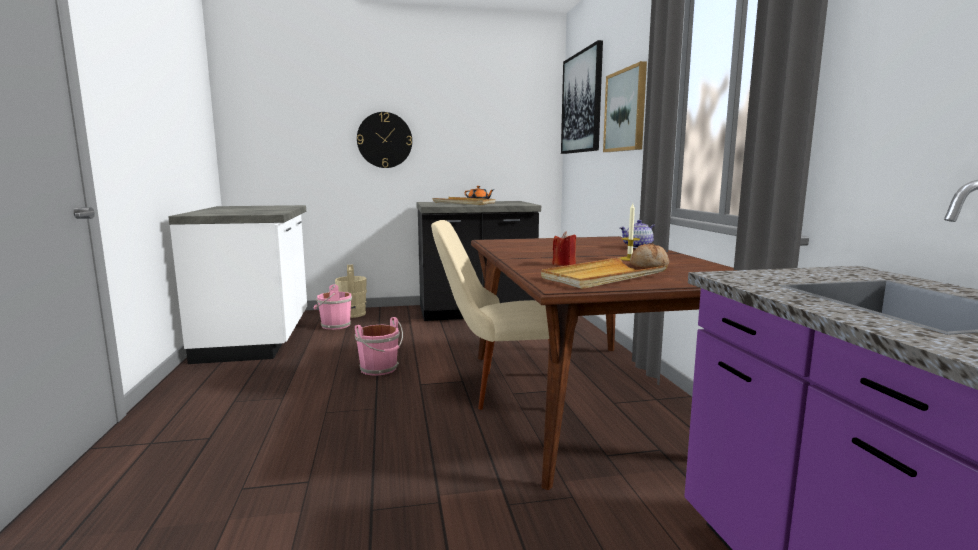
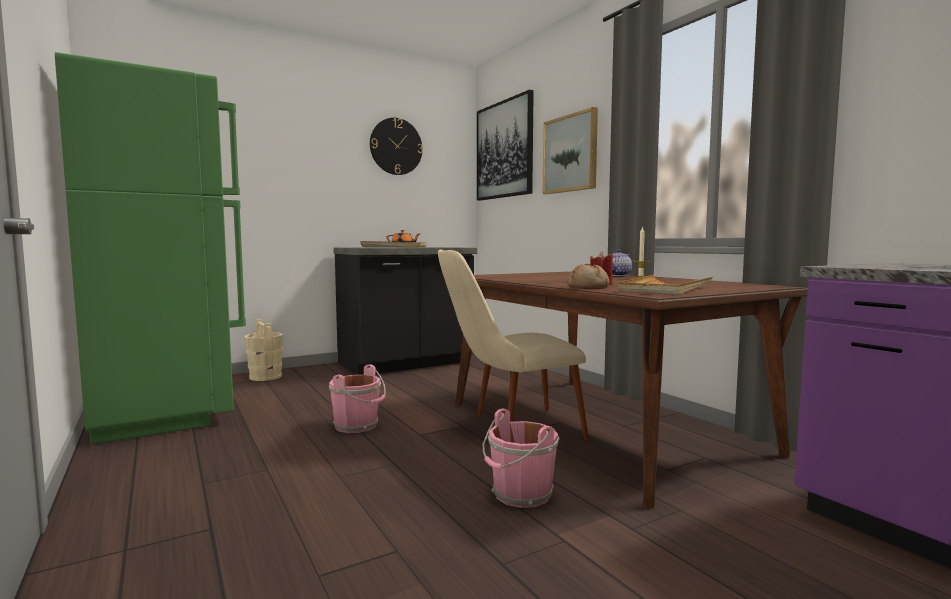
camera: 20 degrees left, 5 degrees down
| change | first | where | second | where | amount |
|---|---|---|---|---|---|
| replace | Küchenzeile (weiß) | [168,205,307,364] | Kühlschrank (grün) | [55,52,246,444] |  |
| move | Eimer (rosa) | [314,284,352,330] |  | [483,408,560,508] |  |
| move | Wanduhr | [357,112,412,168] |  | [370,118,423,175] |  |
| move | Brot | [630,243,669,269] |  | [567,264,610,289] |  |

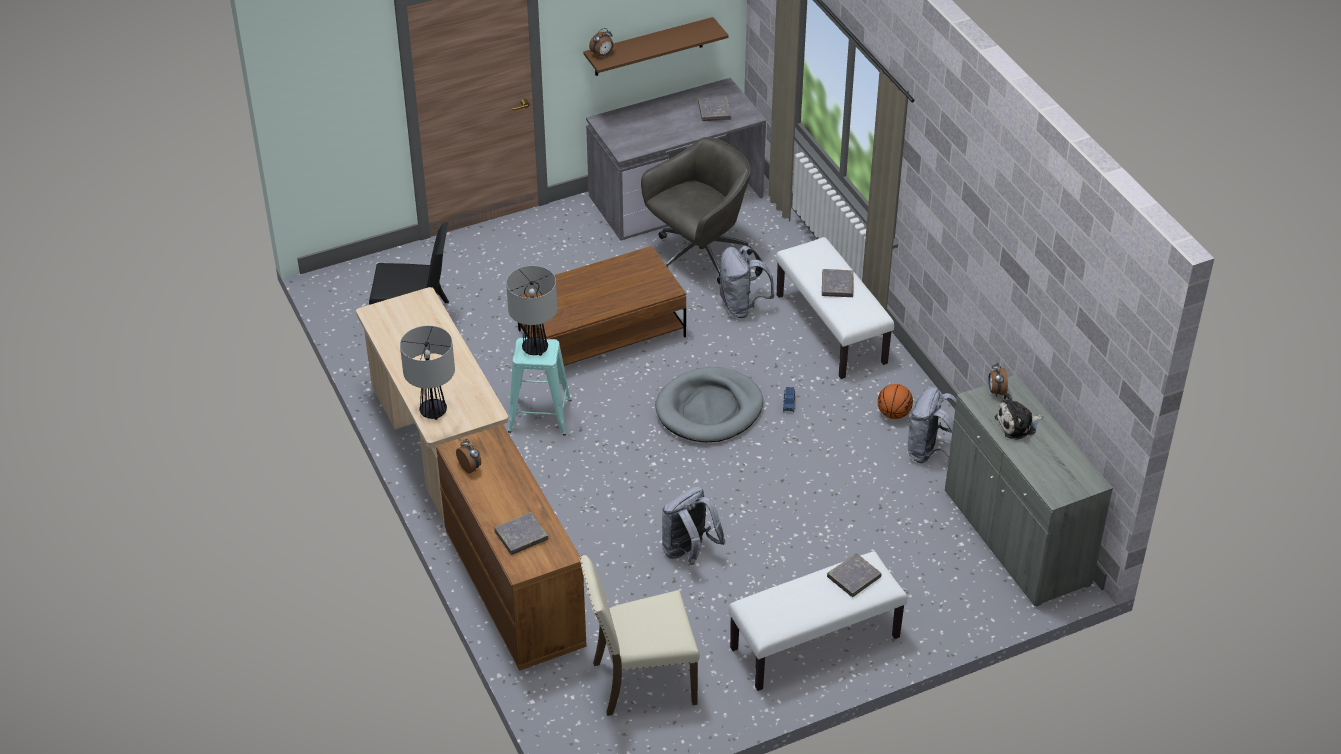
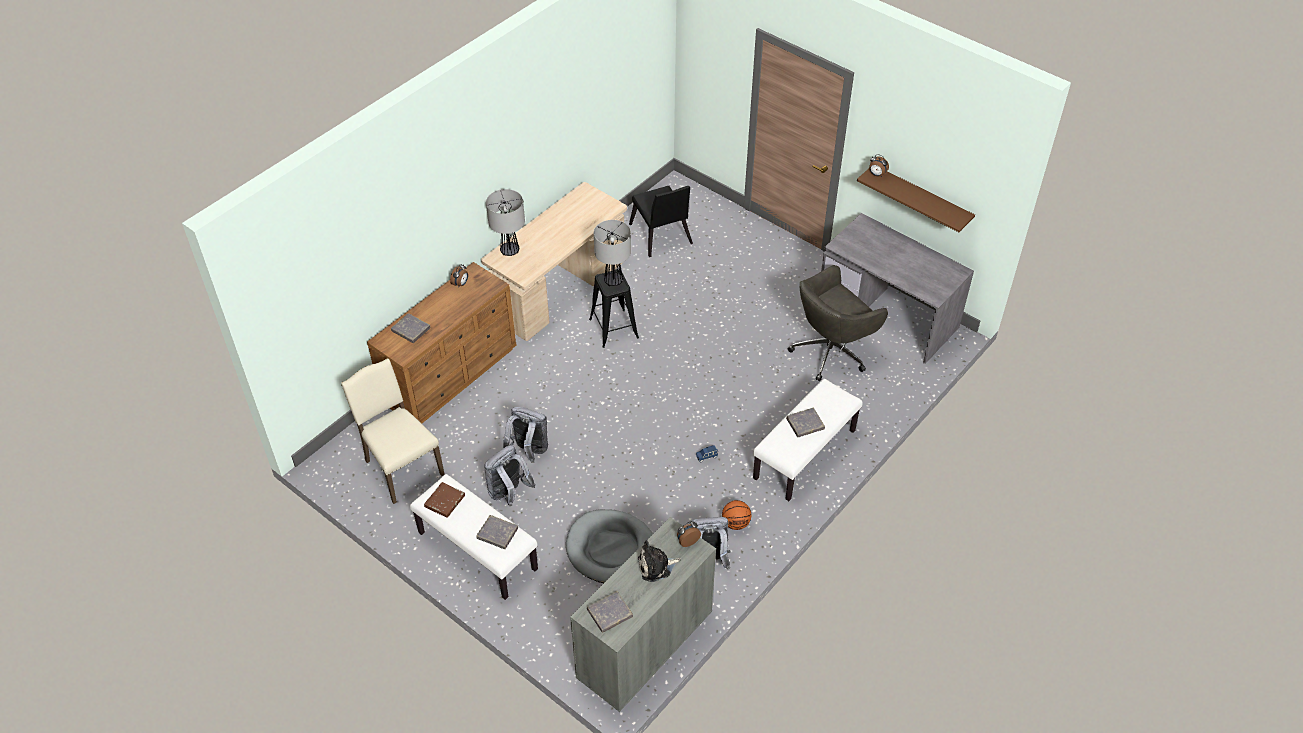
camera: 65 degrees right, 5 degrees up
| change | first | where | second | where | amount |
|---|---|---|---|---|---|
| recolor | Hocker (türkis) | [508,338,571,435] | Hocker (schwarz) | [589,269,639,348] |  |
| delete | Couchtisch (braun) | [518,246,686,366] |  |  |  |
| rotate | Bürostuhl (grau) | [641,137,753,284] |  | [788,265,888,381] | 120 degrees clockwise |
| move | Hundebett (grau) | [655,367,763,442] |  | [566,509,653,583] |  |
| move | Buch (grau) | [698,96,731,121] |  | [587,591,633,633] |  |
| move | Rucksack (grau) | [719,246,775,318] |  | [484,445,536,506] |  |
| rotate | Plüschtier | [995,393,1043,440] |  | [638,540,681,582] | 60 degrees counterclockwise |
| insert |  |  | Buch (braun) | [424,482,465,518] |  |

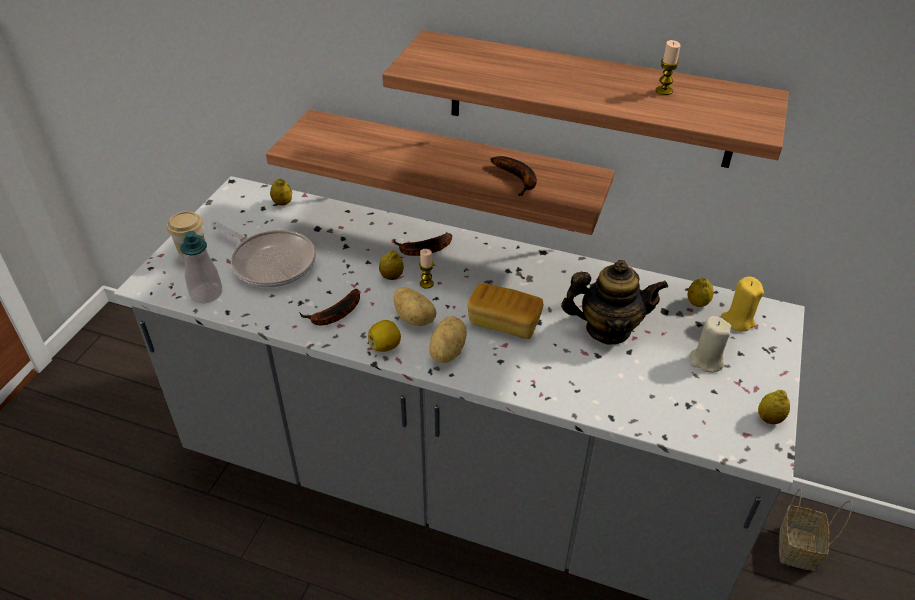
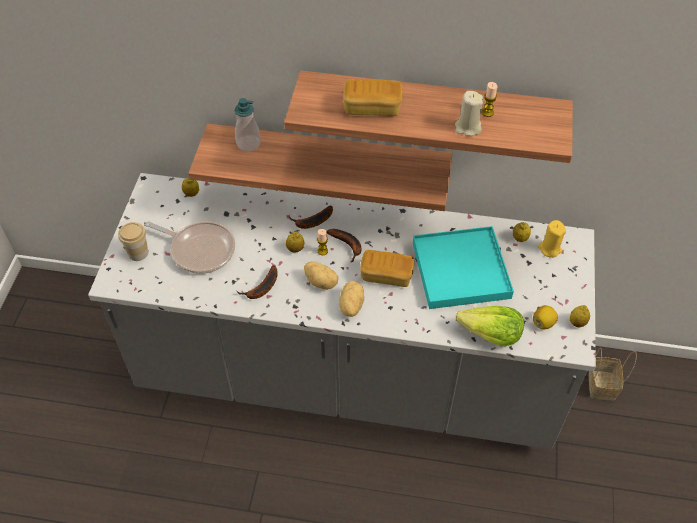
camera: 10 degrees left, 10 degrees up
| change | first | where | second | where | amount |
|---|---|---|---|---|---|
| move | Seifenspender | [180,231,222,303] |  | [235,98,261,152] |  |
| move | Zitrone | [368,320,401,352] |  | [533,305,558,329] |  |
| move | Banane | [491,156,537,196] |  | [326,229,362,262] |  |
| replace | Teekanne | [561,260,668,345] | Tablett (türkis) | [413,226,514,309] |  |
| move | Kerze (beige) | [690,316,731,372] |  | [455,91,483,136] |  |
| insert |  |  | Brot | [343,79,403,116] |  |
| insert |  |  | Salatkopf | [456,306,524,346] |  |

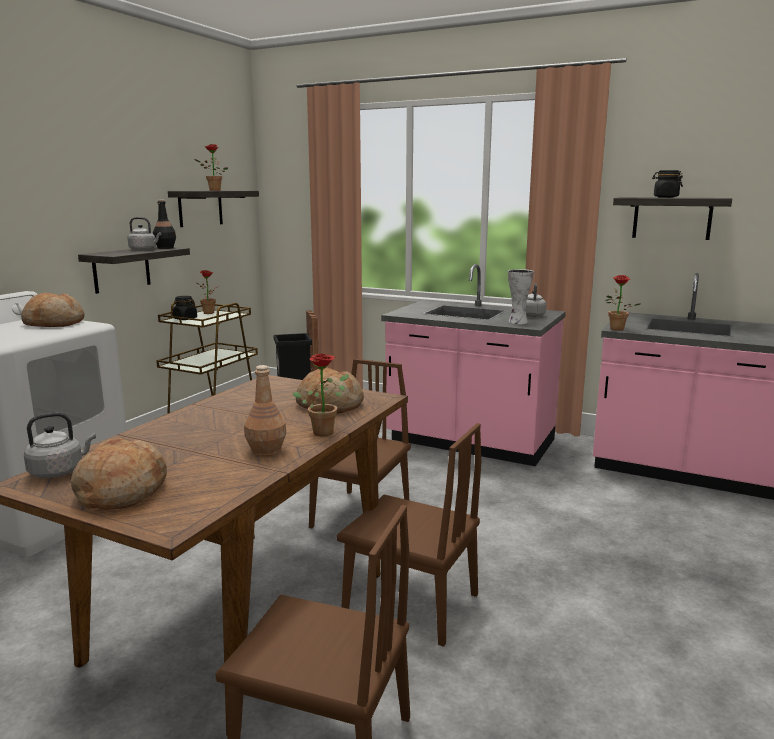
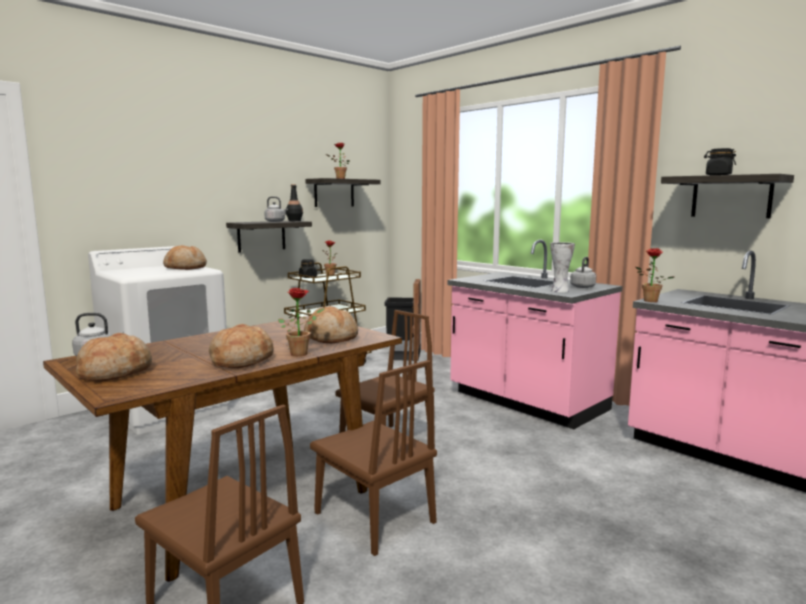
camera: 20 degrees right, 5 degrees down
| change | first | where | second | where | amount |
|---|---|---|---|---|---|
| replace | Flasche (braun) | [244,365,286,457] | Brot | [209,324,274,368] |  |

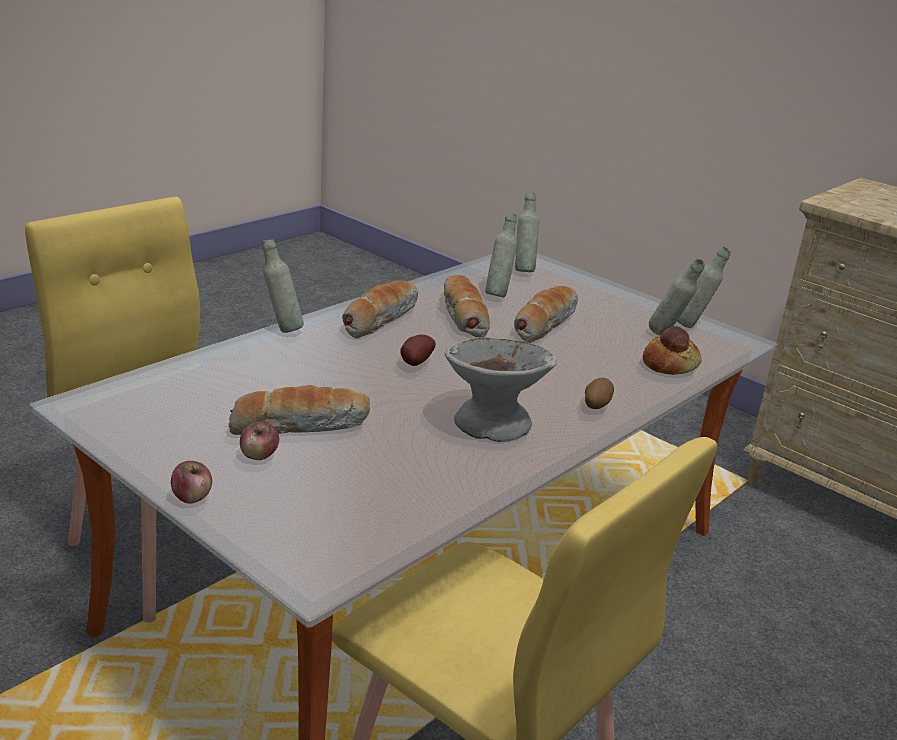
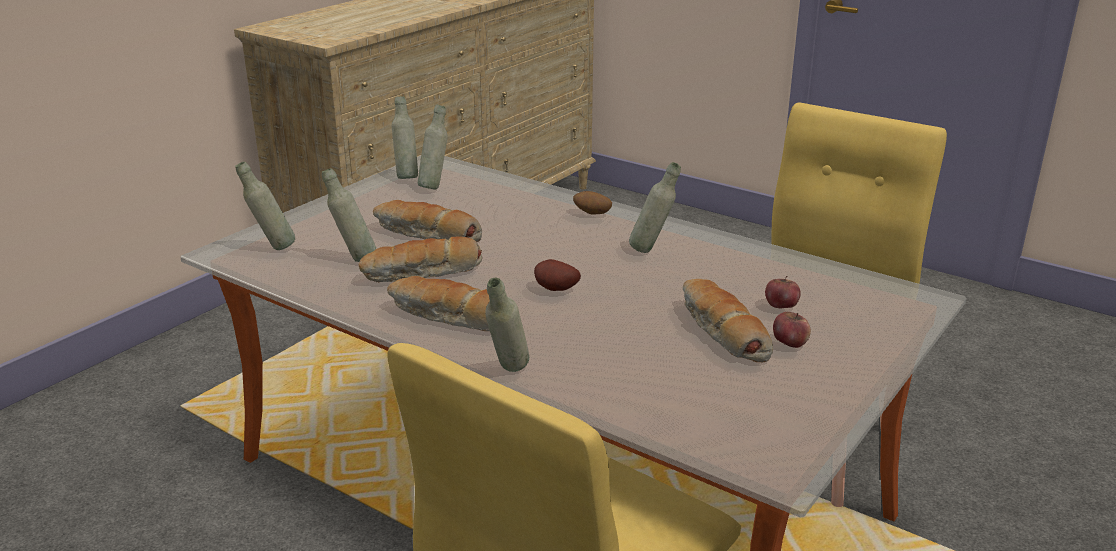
camera: 95 degrees left, 0 degrees up
| change | first | where | second | where | amount |
|---|---|---|---|---|---|
| move | Apfel | [171,461,212,504] |  | [765,276,801,308] |  |
| replace | Schüssel (grau) | [445,337,557,442] | Flasche (grau) | [629,162,681,253] |  |
| delete | Brot | [643,326,701,375] |  |  |  |

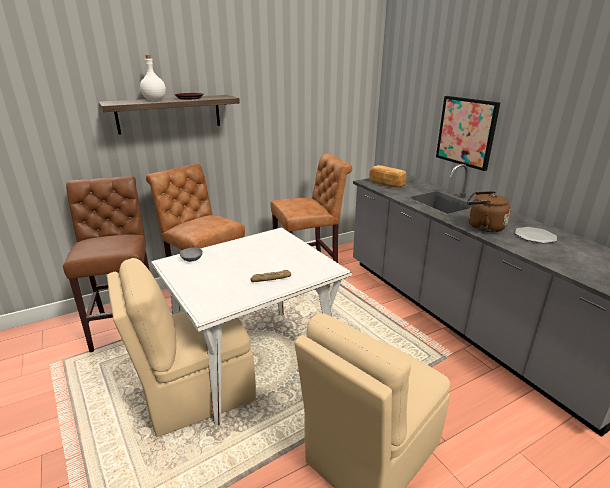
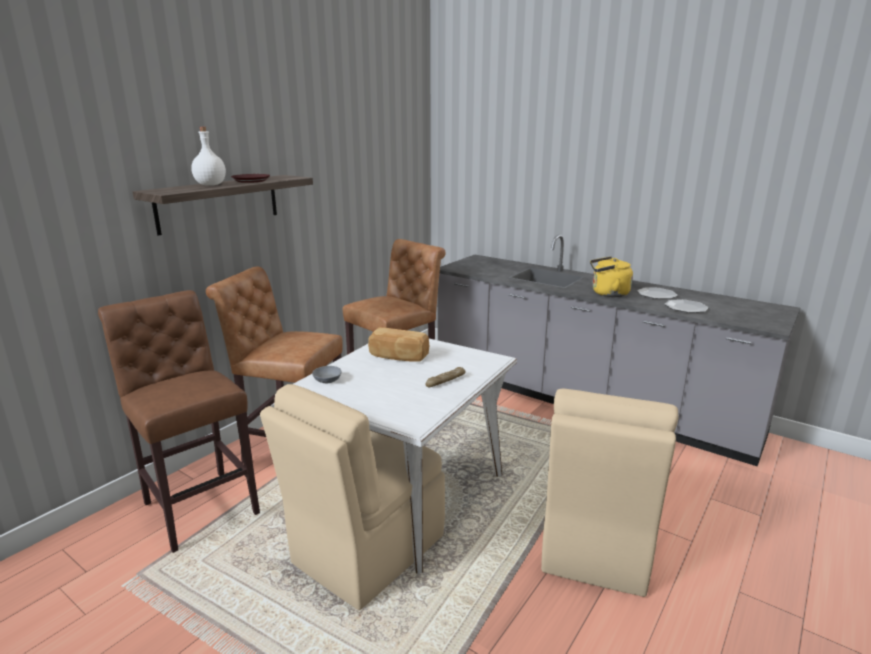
camera: 25 degrees left, 5 degrees down
| change | first | where | second | where | amount |
|---|---|---|---|---|---|
| move | Brot | [369,165,407,188] |  | [368,327,429,362] |  |
| delete | Bild | [436,96,500,171] |  |  |  |
| recolor | Wasserkessel (braun) | [467,191,511,232] | Wasserkessel (gelb) | [590,256,633,297] |  |
| insert |  |  | Teller | [665,299,709,313] |  |

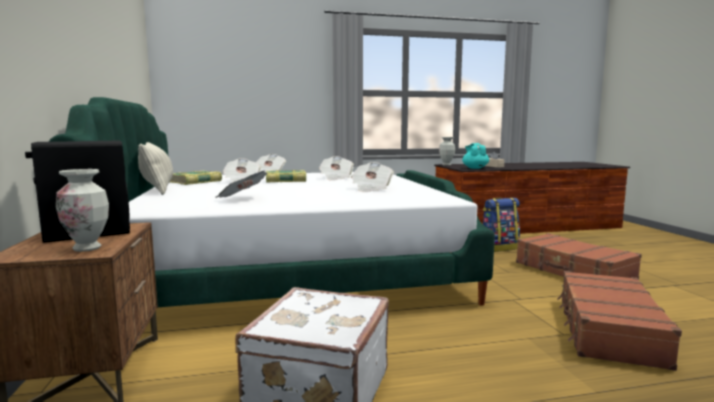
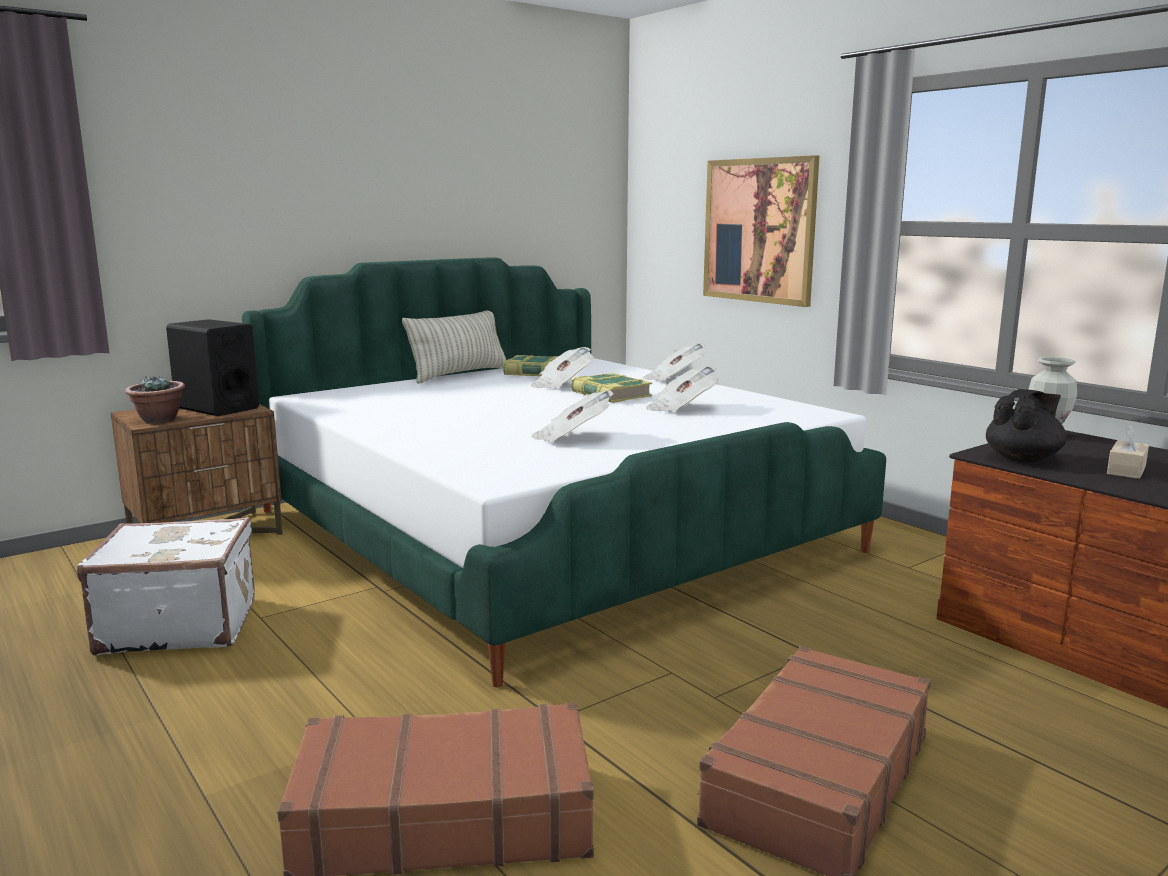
camera: 65 degrees right, 5 degrees up
| change | first | where | second | where | amount |
|---|---|---|---|---|---|
| replace | Vase | [56,169,109,252] | Topfpflanze | [125,376,185,423] |  |
| delete | Zeitung | [216,171,267,198] |  |  |  |
| recolor | Teekanne (türkis) | [462,143,489,169] | Teekanne (schwarz) | [986,389,1067,462] |  |
| delete | Rucksack | [483,198,520,252] |  |  |  |
| insert |  |  | Bild | [703,155,819,307] |  |

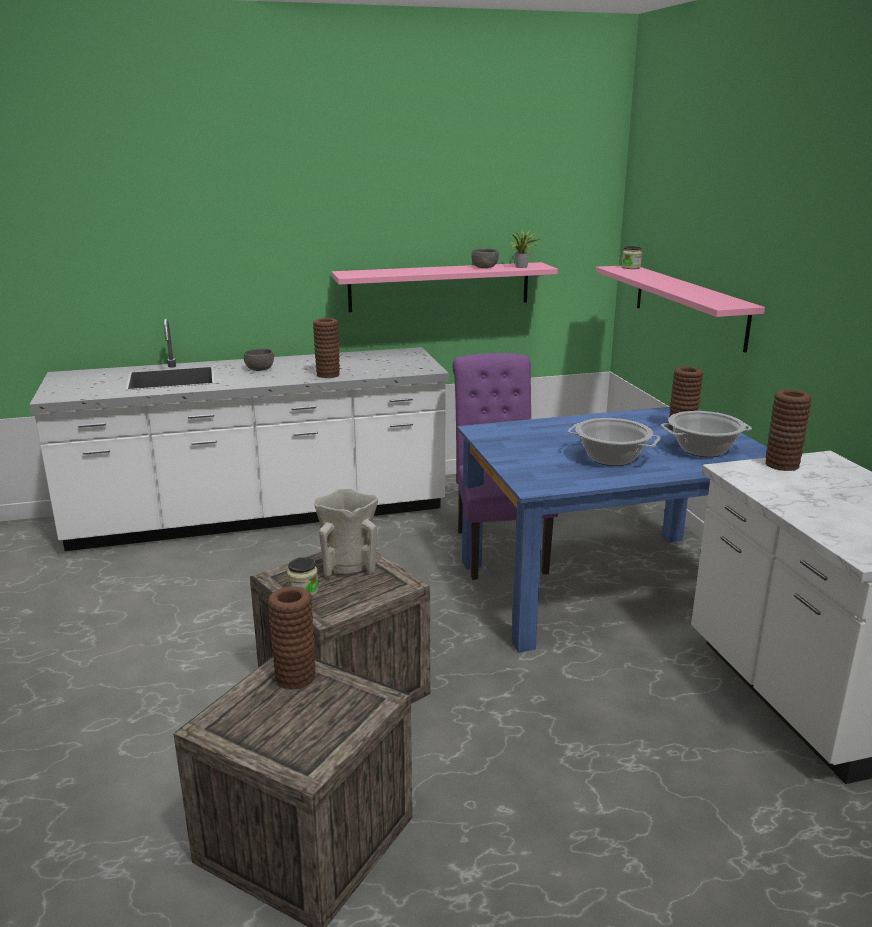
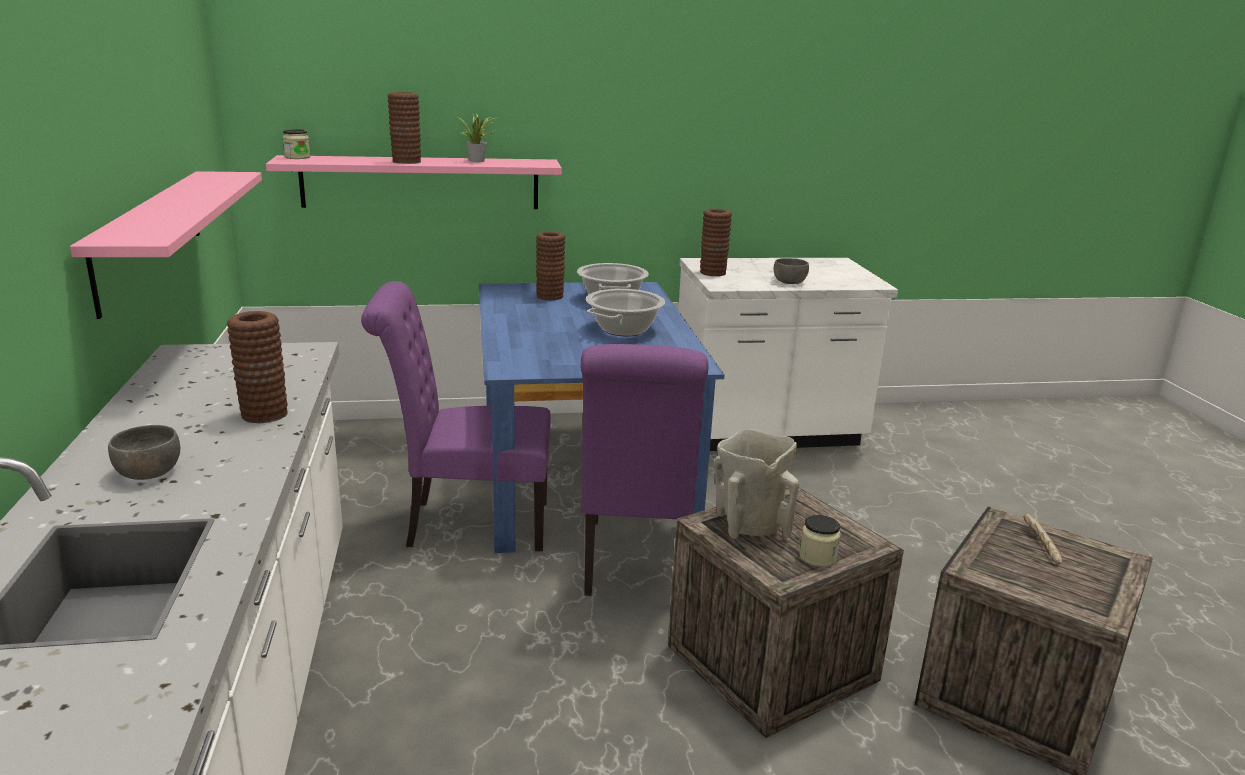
camera: 85 degrees left, 0 degrees up
| change | first | where | second | where | amount |
|---|---|---|---|---|---|
| move | Vase (braun) | [268,587,315,690] |  | [388,92,421,164] |  |
| move | Schüssel (grau) | [471,249,499,268] |  | [774,258,809,284] |  |
| move | Topfpflanze | [511,230,538,268] |  | [458,113,495,162] |  |
| insert |  |  | Stuhl (lila) | [581,344,709,596] |  |
| insert |  |  | Brot | [1024,513,1062,564] |  |

